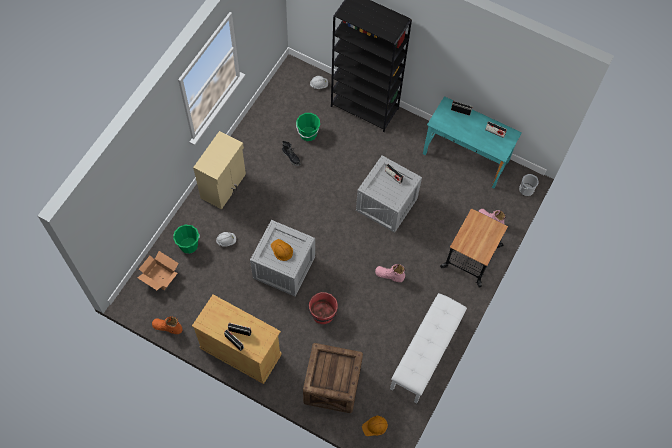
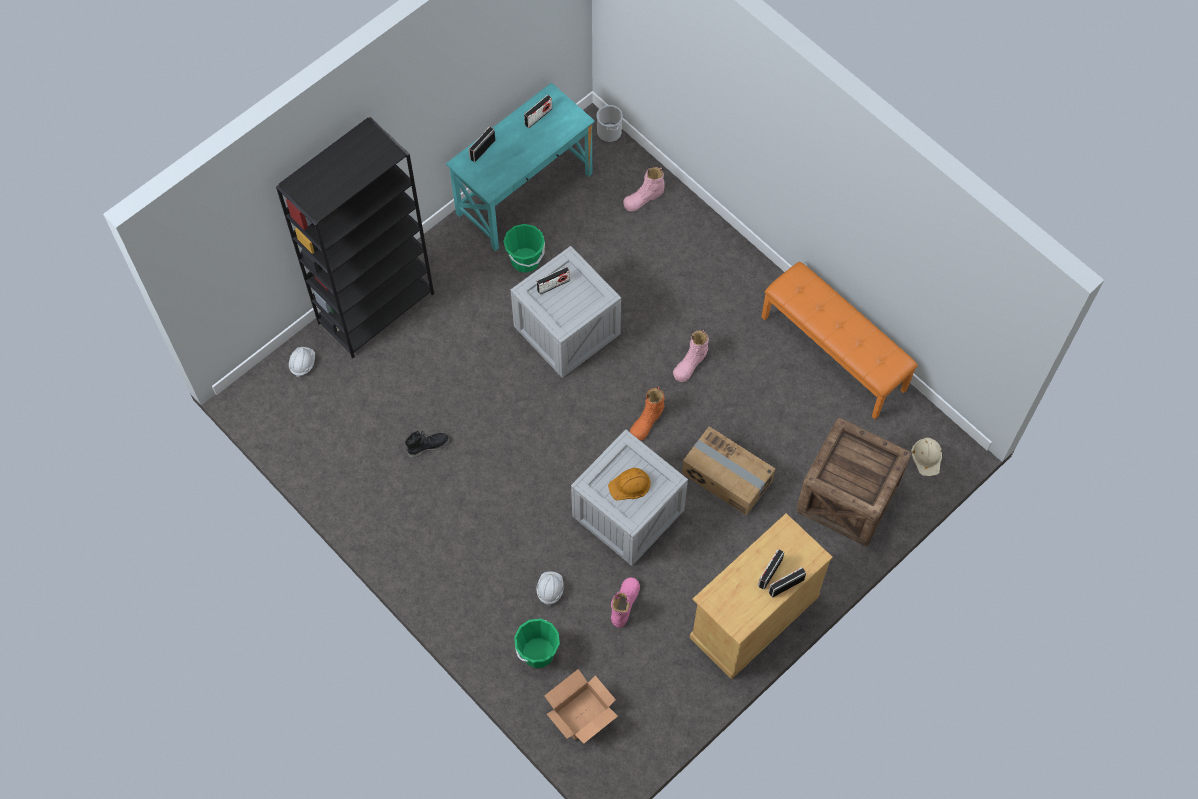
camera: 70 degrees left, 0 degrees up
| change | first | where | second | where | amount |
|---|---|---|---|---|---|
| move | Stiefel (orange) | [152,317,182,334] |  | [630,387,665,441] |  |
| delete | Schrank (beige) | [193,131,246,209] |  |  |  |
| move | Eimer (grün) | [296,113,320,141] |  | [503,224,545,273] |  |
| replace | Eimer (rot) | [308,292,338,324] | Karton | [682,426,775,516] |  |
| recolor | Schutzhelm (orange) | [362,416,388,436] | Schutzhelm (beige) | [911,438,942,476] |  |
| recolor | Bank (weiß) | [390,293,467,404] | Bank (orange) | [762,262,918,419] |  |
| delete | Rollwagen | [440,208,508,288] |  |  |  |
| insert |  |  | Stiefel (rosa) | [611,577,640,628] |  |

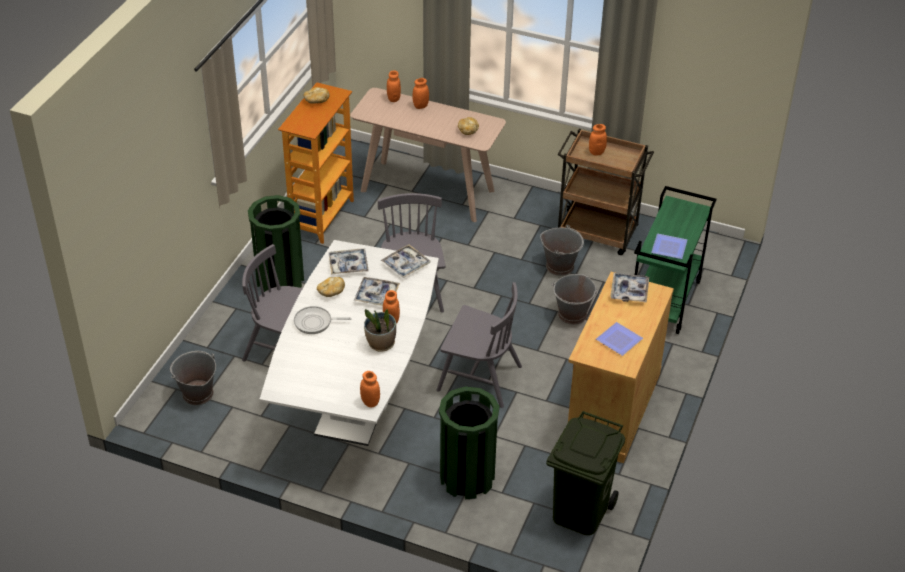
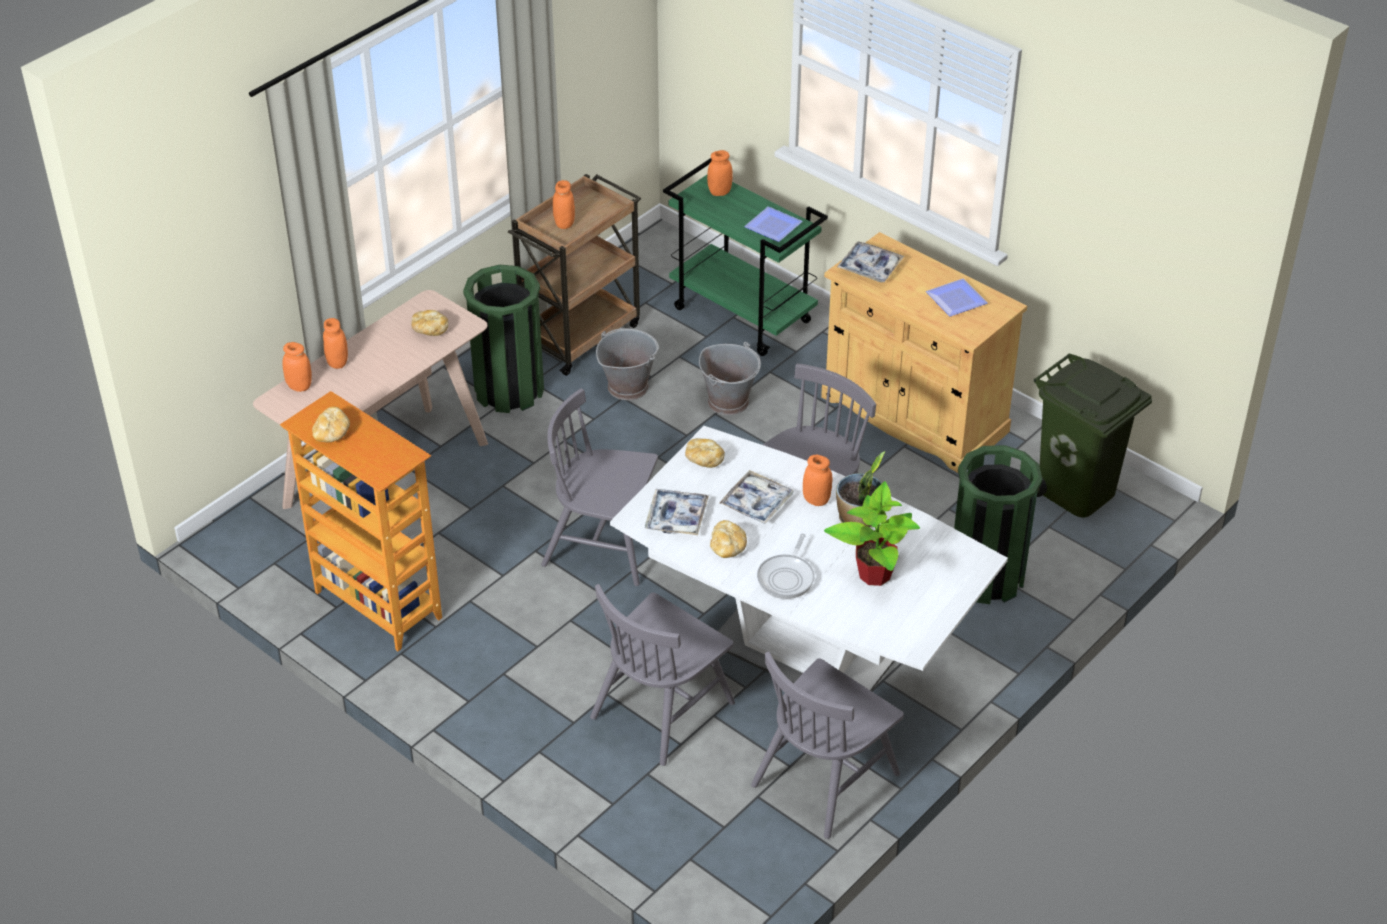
camera: 70 degrees left, 0 degrees up
| change | first | where | second | where | amount |
|---|---|---|---|---|---|
| delete | Eimer (grau) | [170,351,216,405] |  |  |  |
| move | Mülleimer (grün) | [248,195,304,292] |  | [463,265,544,413] |  |
| move | Vorratsglas (orange) | [360,371,380,407] |  | [707,150,733,196] |  |
| replace | Tablett | [381,244,431,278] | Brot | [685,438,725,468] |  |
| insert |  |  | Stuhl (grau) | [751,651,904,839] |  |
| insert |  |  | Topfpflanze | [824,481,920,586] |  |

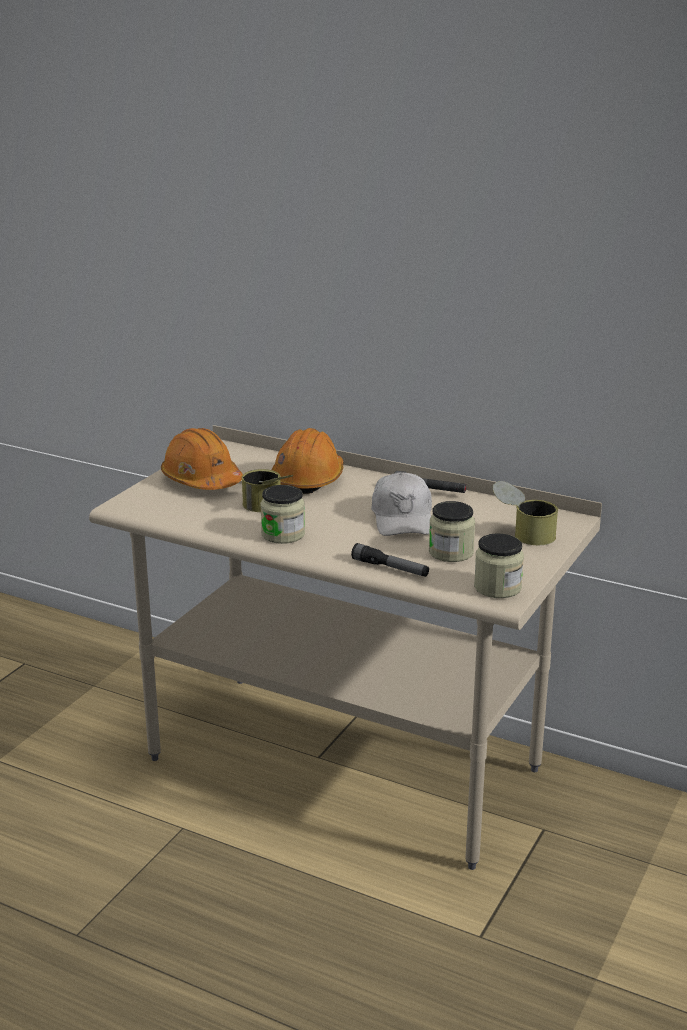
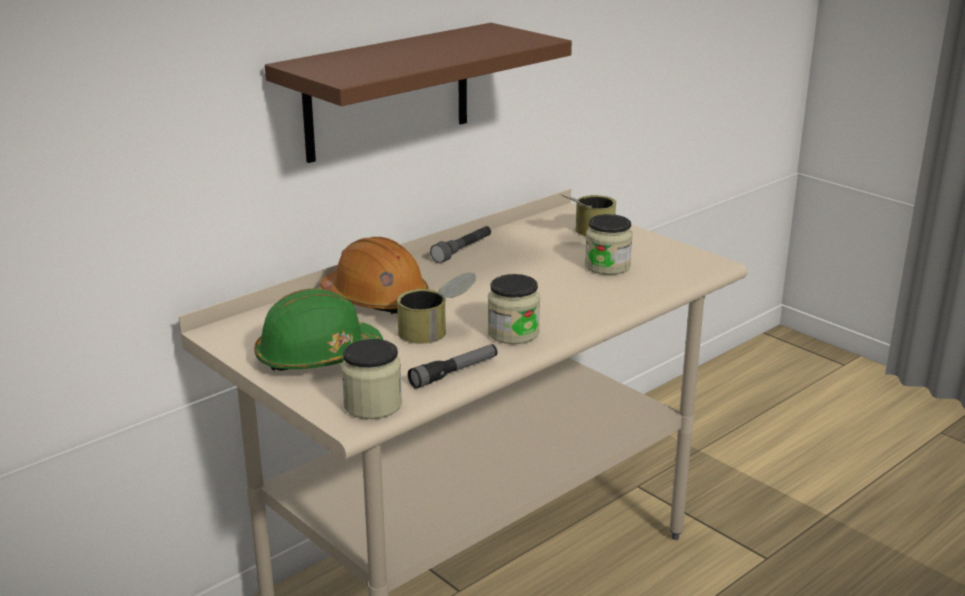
camera: 70 degrees left, 0 degrees up
| change | first | where | second | where | amount |
|---|---|---|---|---|---|
| recolor | Schutzhelm (orange) | [161,428,243,490] | Schutzhelm (grün) | [254,288,383,371] |  |
| move | Taschenlampe | [351,543,429,577] |  | [408,344,498,389] |  |
| delete | Kappe (weiß) | [371,472,432,536] |  |  |  |
| move | Vorratsglas | [474,533,524,598] |  | [341,339,402,419] |  |
| insert |  |  | Wandregal (braun) | [265,23,572,163] |  |

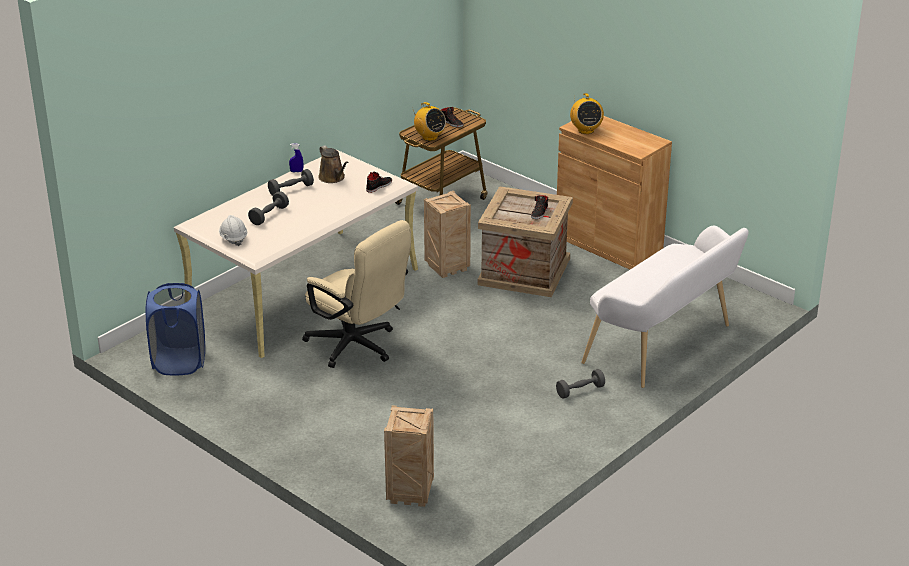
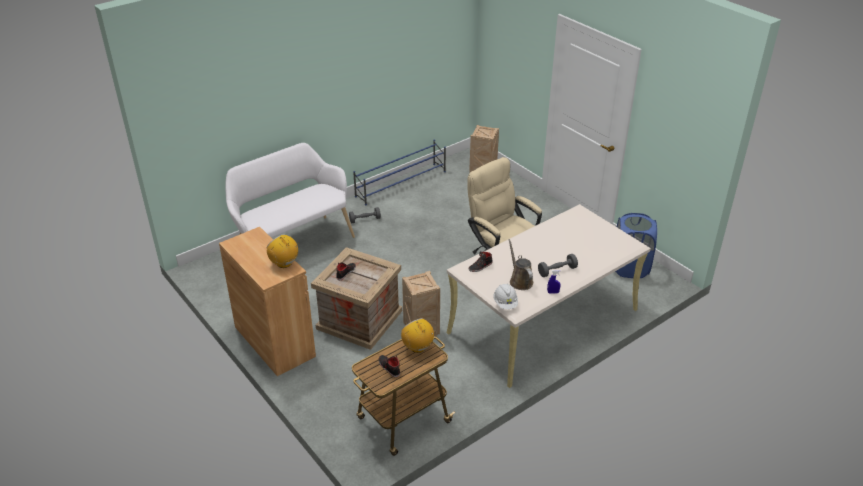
camera: 170 degrees left, 5 degrees up
| change | first | where | second | where | amount |
|---|---|---|---|---|---|
| move | Schutzhelm (weiß) | [219,215,247,246] |  | [493,284,518,309] |  |
| delete | Hantel (grau) | [248,191,289,225] |  |  |  |
| rotate | Radio | [570,93,604,134] |  | [267,234,299,268] | 45 degrees counterclockwise |
| insert |  |  | Schuhregal (blau) | [353,140,446,205] |  |

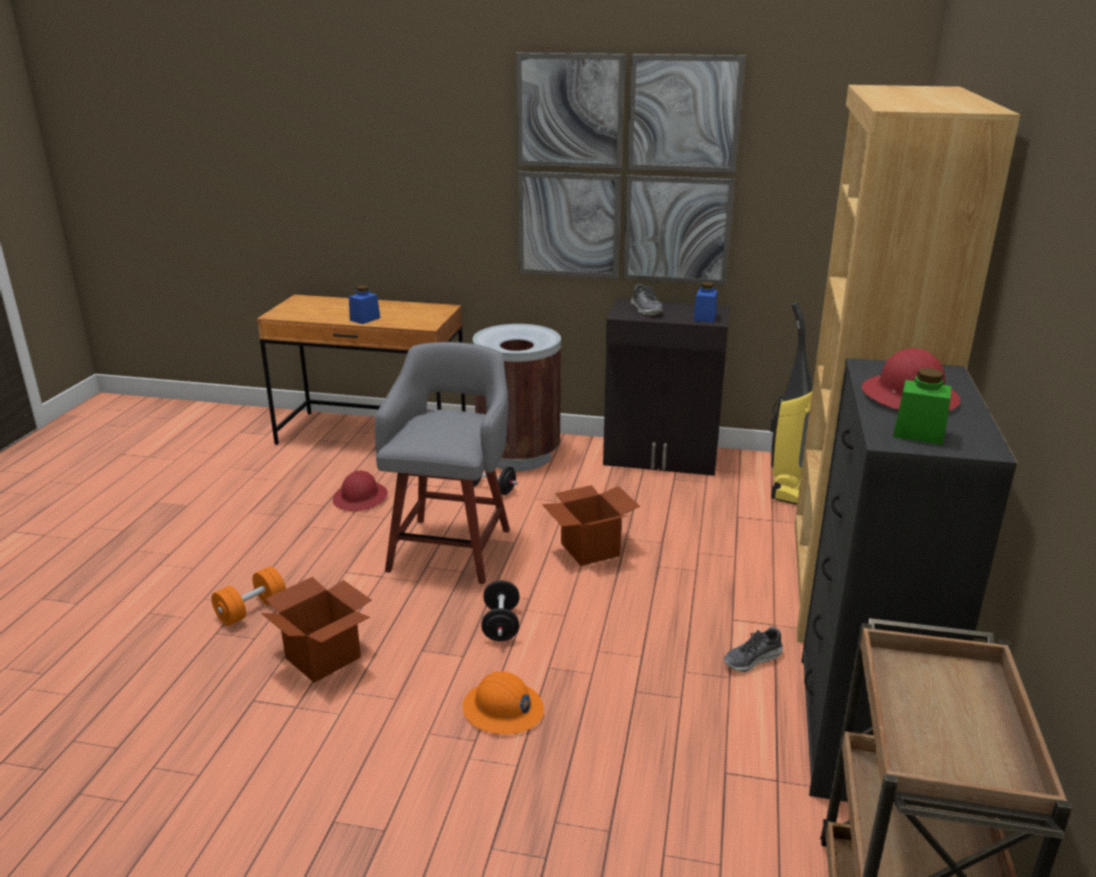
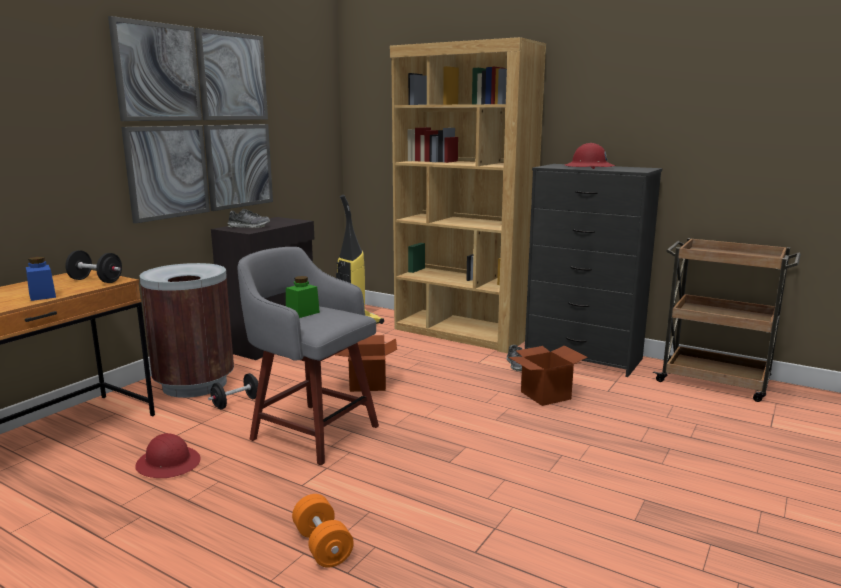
camera: 70 degrees left, 10 degrees down
| change | first | where | second | where | amount |
|---|---|---|---|---|---|
| move | Karton | [261,577,371,683] |  | [509,346,588,406] |  |
| delete | Schutzhelm (orange) | [463,671,544,734] |  |  |  |
| move | Hantel (schwarz) | [481,580,519,641] |  | [65,250,122,283] |  |
| delete | Vorratsglas (blau) | [693,282,717,322] |  |  |  |
| move | Vorratsglas (grün) | [893,368,951,445] |  | [286,276,320,318] |  |

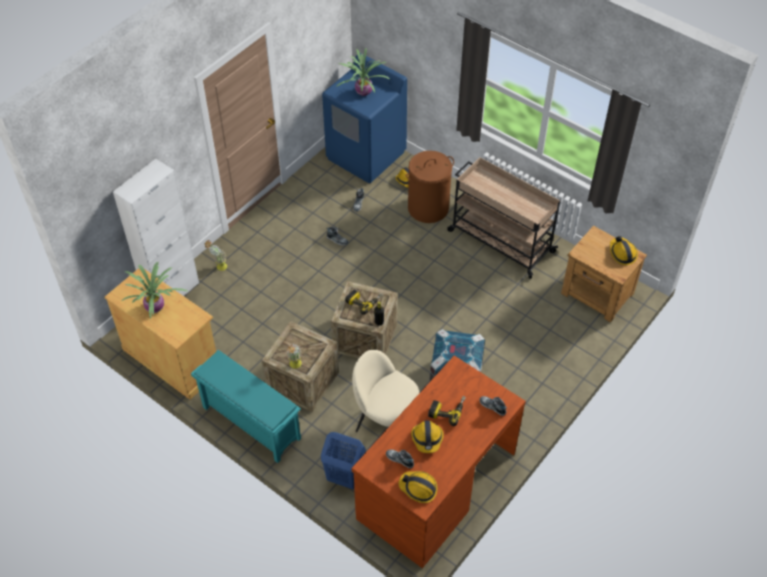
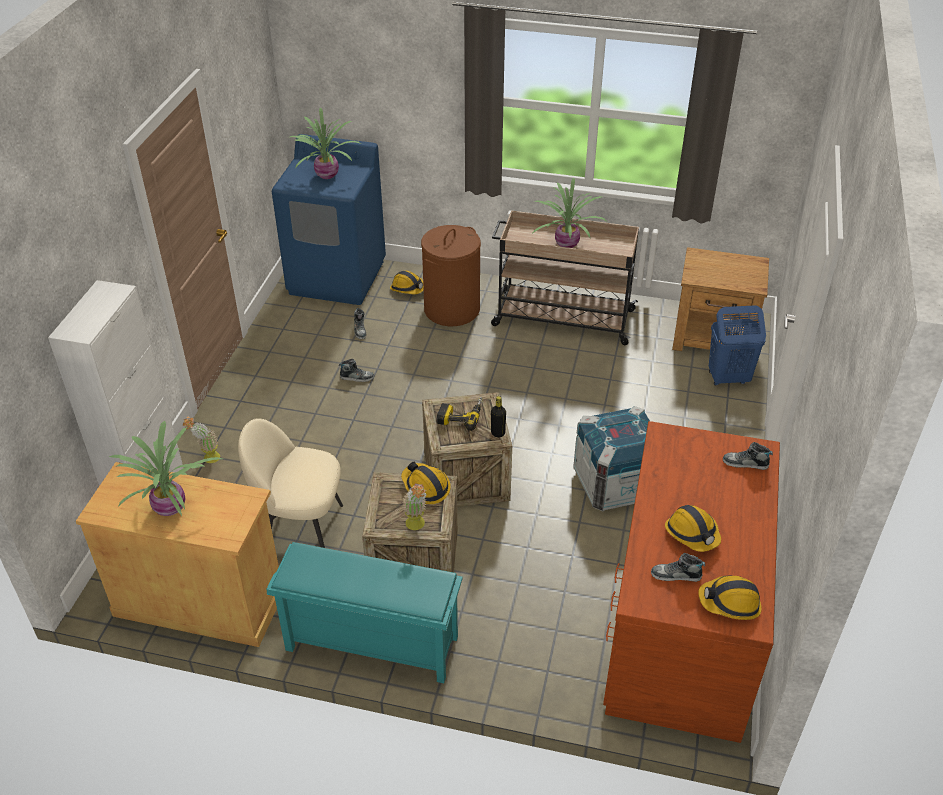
camera: 25 degrees left, 10 degrees down
| change | first | where | second | where | amount |
|---|---|---|---|---|---|
| move | Wäschekorb (blau) | [321,432,366,489] |  | [709,305,766,386] |  |
| move | Stuhl (beige) | [352,350,419,432] |  | [238,418,343,548] |  |
| delete | Bohrmaschine | [428,396,466,426] |  |  |  |
| move | Schutzhelm | [610,236,638,265] |  | [401,462,451,504] |  |
| insert |  |  | Topfpflanze | [532,178,607,248] |  |

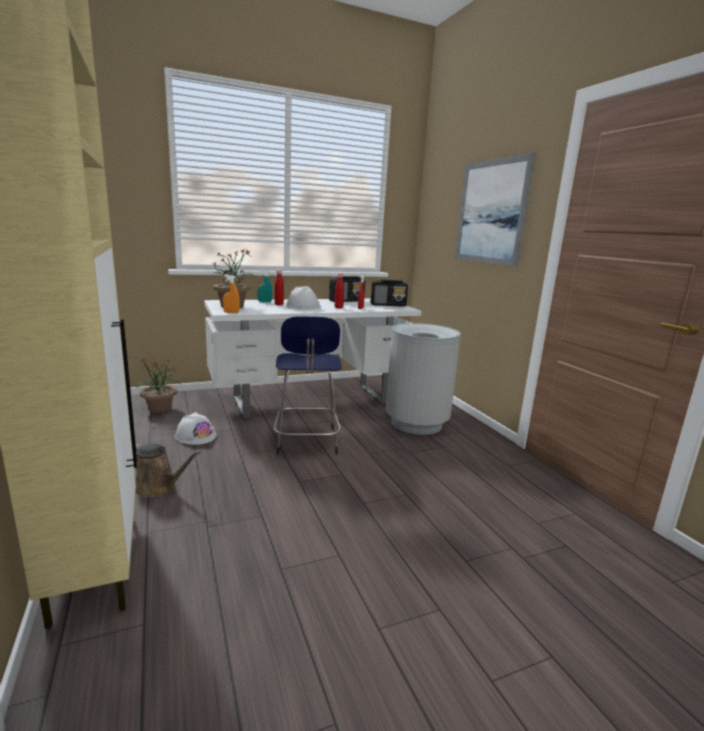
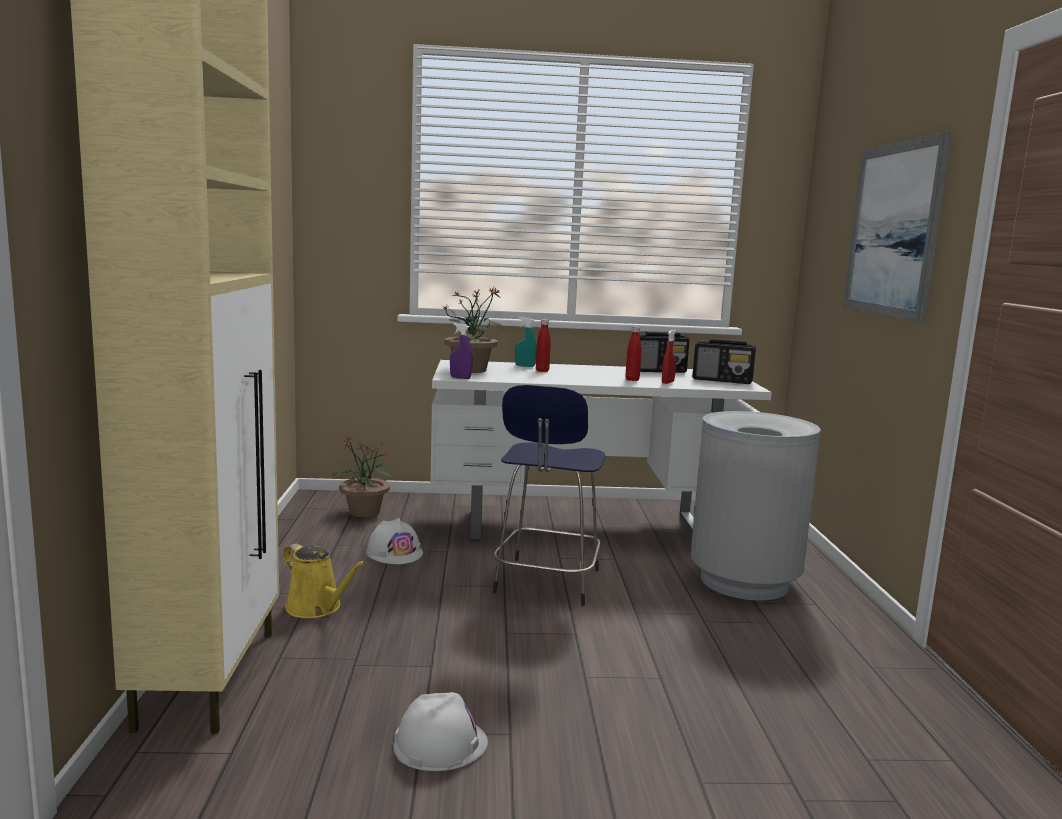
camera: 20 degrees right, 5 degrees down
| change | first | where | second | where | amount |
|---|---|---|---|---|---|
| recolor | Gießkanne (braun) | [136,443,201,497] | Gießkanne (gelb) | [283,543,366,618] |  |
| recolor | Sprühflasche (orange) | [223,275,240,313] | Sprühflasche (lila) | [450,323,473,379] |  |
| move | Schutzhelm (weiß) | [286,286,321,309] |  | [393,692,488,771] |  |

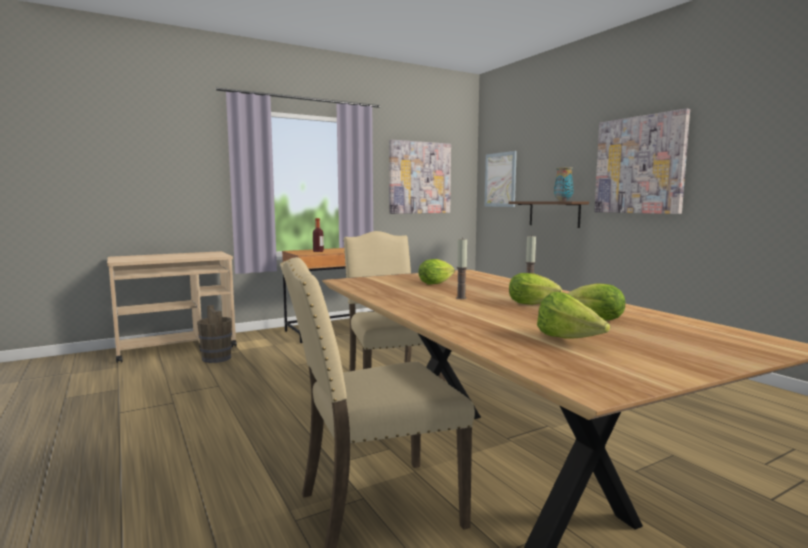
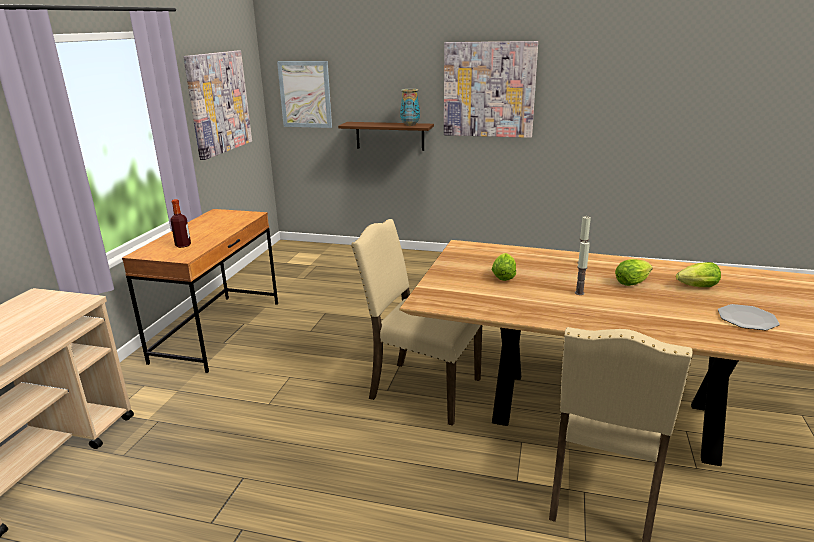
camera: 45 degrees left, 15 degrees up
| change | first | where | second | where | amount |
|---|---|---|---|---|---|
| delete | Eimer (braun) | [197,305,232,363] |  |  |  |
| replace | Salatkopf | [537,292,610,339] | Teller | [718,304,780,330] |  |

